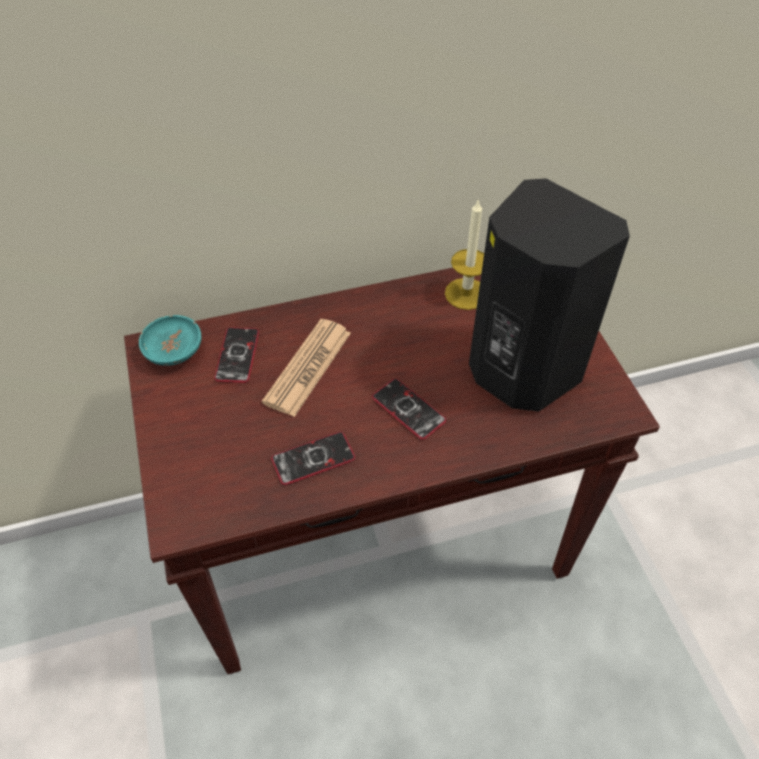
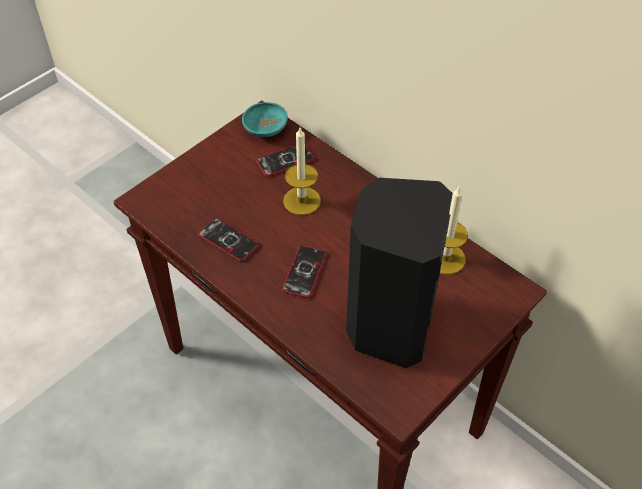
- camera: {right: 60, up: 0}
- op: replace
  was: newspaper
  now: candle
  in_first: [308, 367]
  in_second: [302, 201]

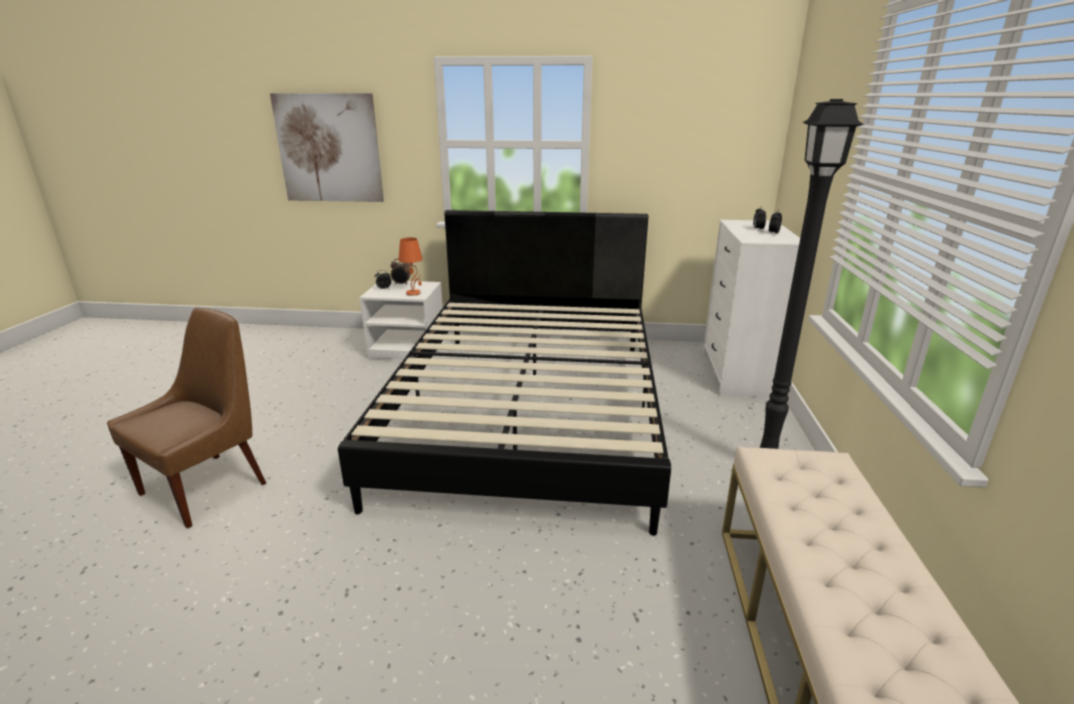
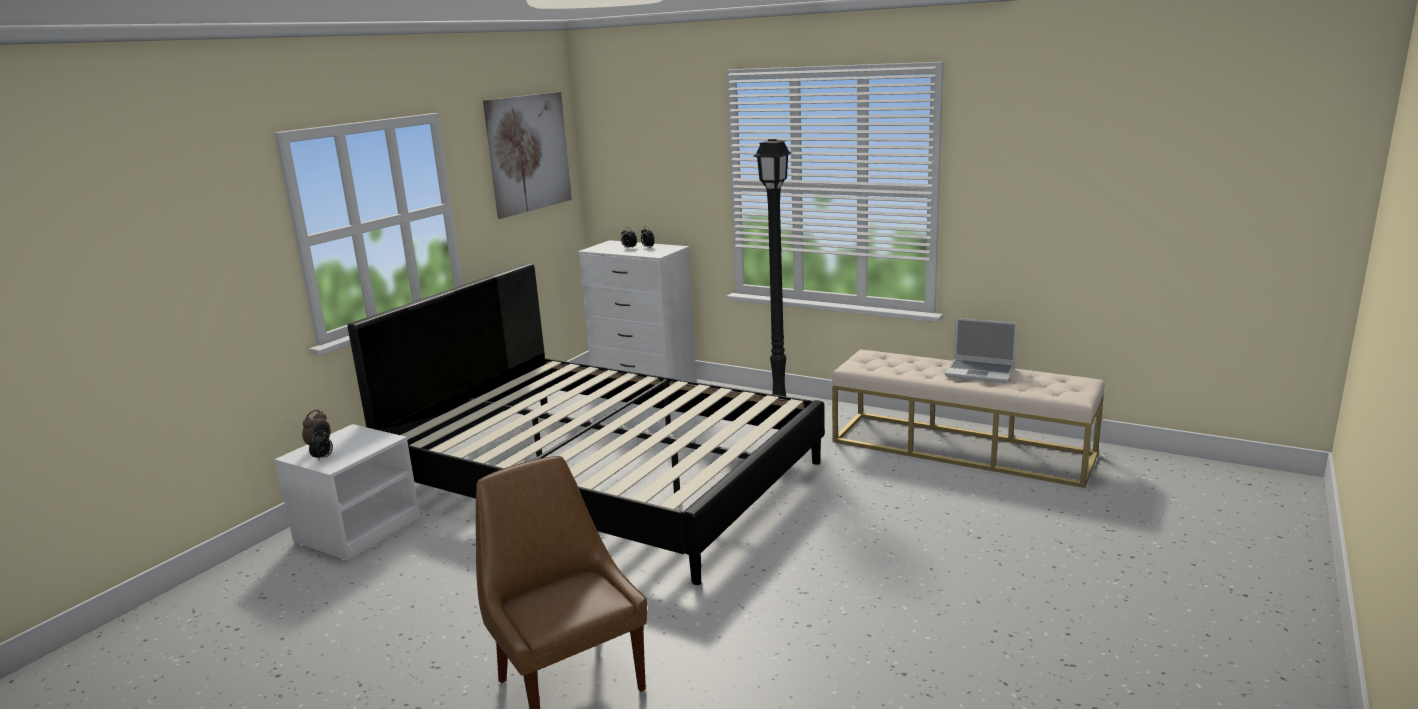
- camera: {right: -65, up: -5}
- op: delete
  was: table lamp/orange
  in_first: [414, 293]
- op: insert
  now: laptop
  in_second: [981, 372]
- op: move
  was: picture
  in_first: [329, 148]
  in_second: [528, 153]

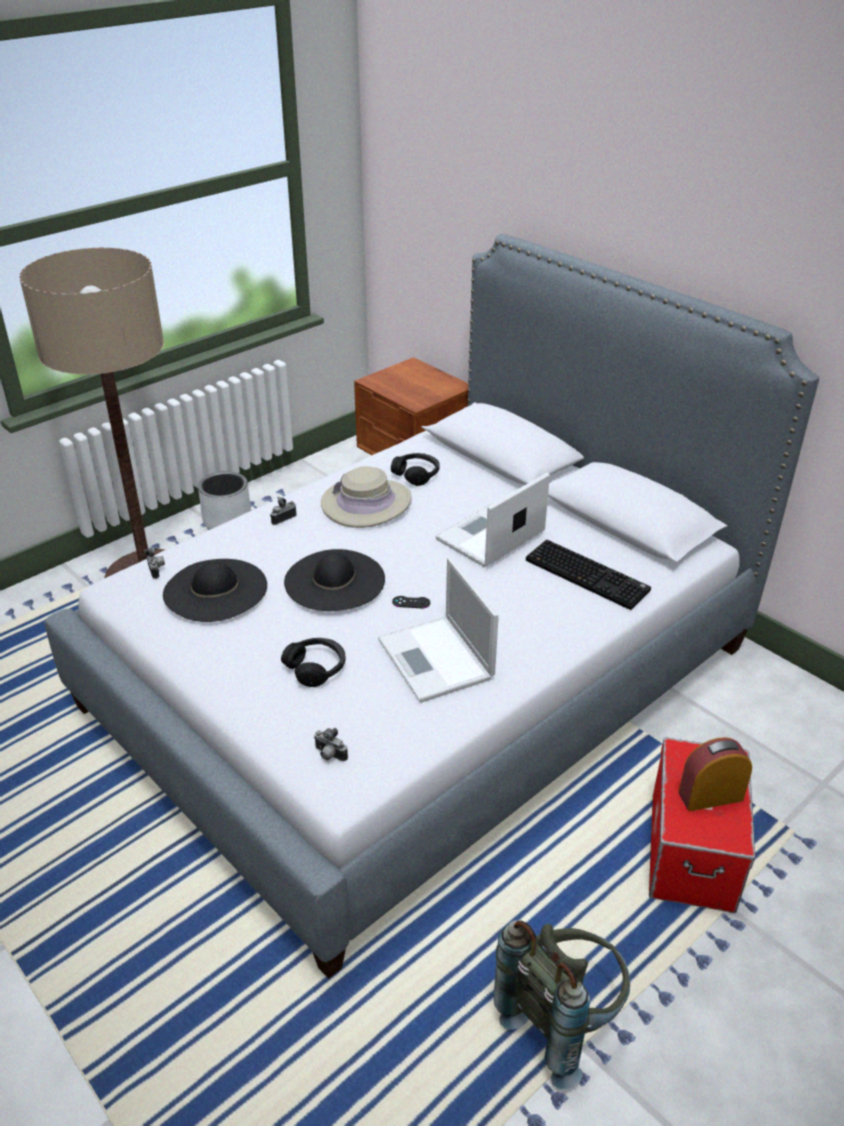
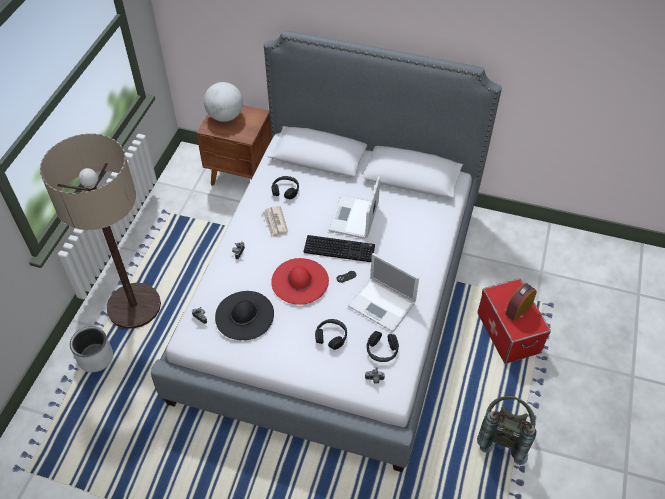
- camera: {right: -30, up: 15}
- op: insert
  now: globe
  in_second: [225, 116]
- op: insert
  now: headphones/black
  in_second: [382, 350]
- op: move
  was: planter/grey
  in_first: [227, 520]
  in_second: [95, 357]
- op: move
  was: keyboard
  in_first: [589, 575]
  in_second: [340, 248]
- op: replace
  was: hat/beige
  now: newspaper
  in_first: [366, 503]
  in_second: [275, 222]
- op: recolor
  was: hat/black
  now: hat/red
  in_first: [335, 580]
  in_second: [300, 281]

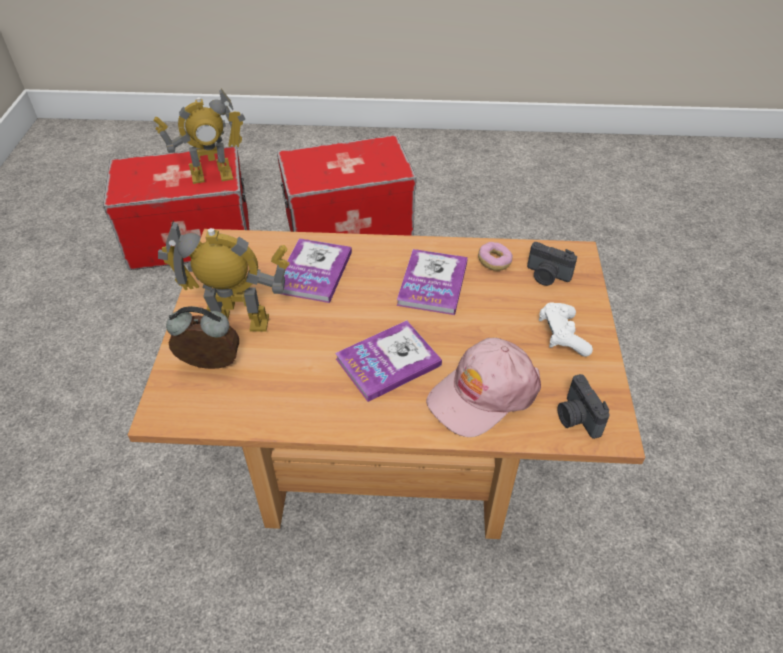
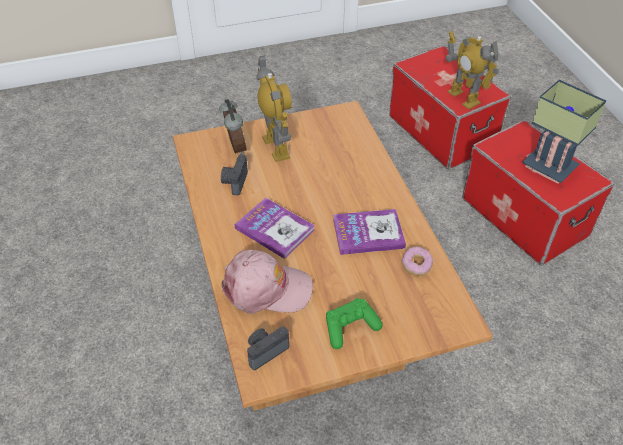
- camera: {right: 70, up: 0}
- op: delete
  was: book
  in_first: [314, 272]
- op: insert
  now: table lamp
  in_second: [552, 167]
- op: move
  was: photo camera
  in_first: [546, 276]
  in_second: [234, 182]
- op: recolor
  was: game controller/white
  now: game controller/green
  in_first: [562, 336]
  in_second: [350, 328]
- op: rotate
  was: cap/pink
  in_first: [482, 394]
  in_second: [266, 288]
  clockwise: 150

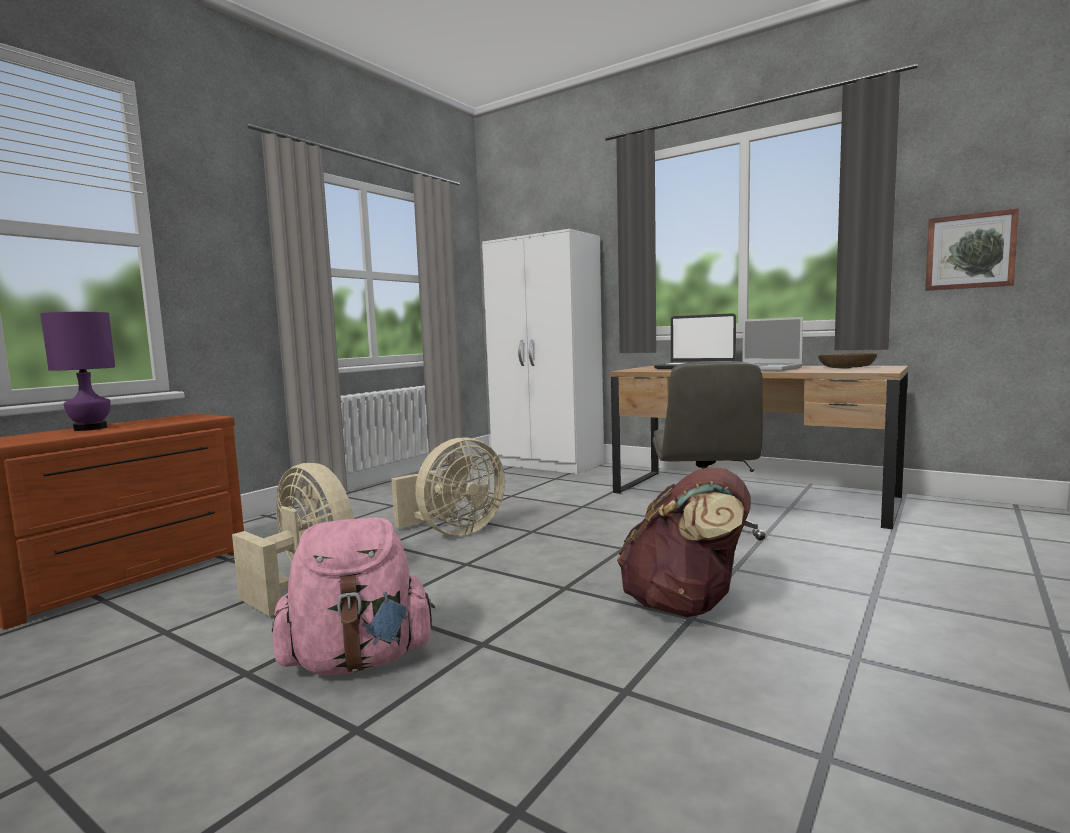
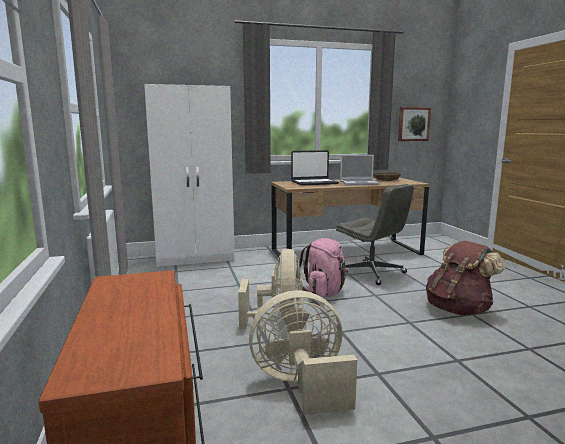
- camera: {right: -50, up: 5}
- op: delete
  was: table lamp/purple
  in_first: [90, 428]
- op: move
  was: backpack/pink
  in_first: [358, 660]
  in_second: [324, 293]

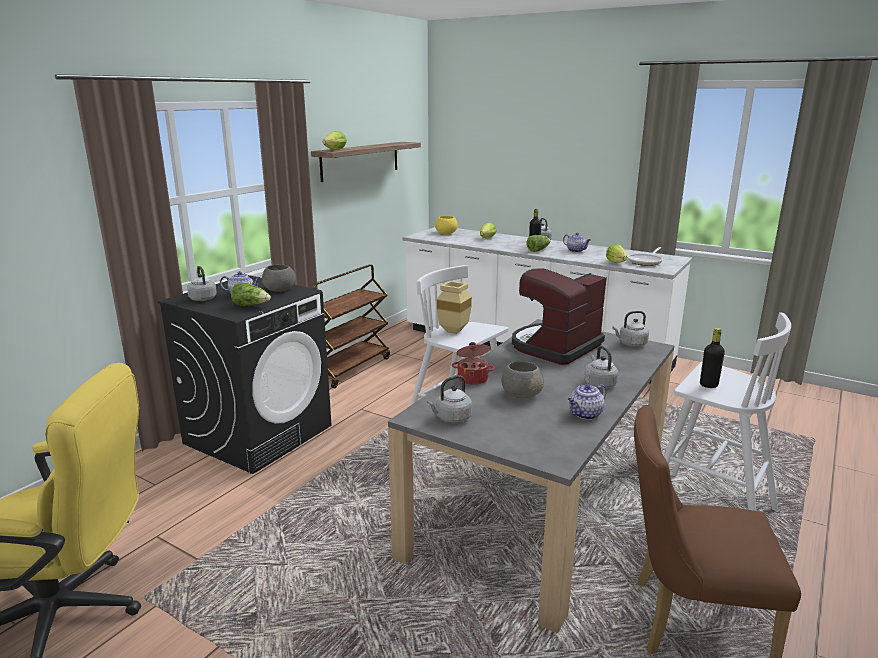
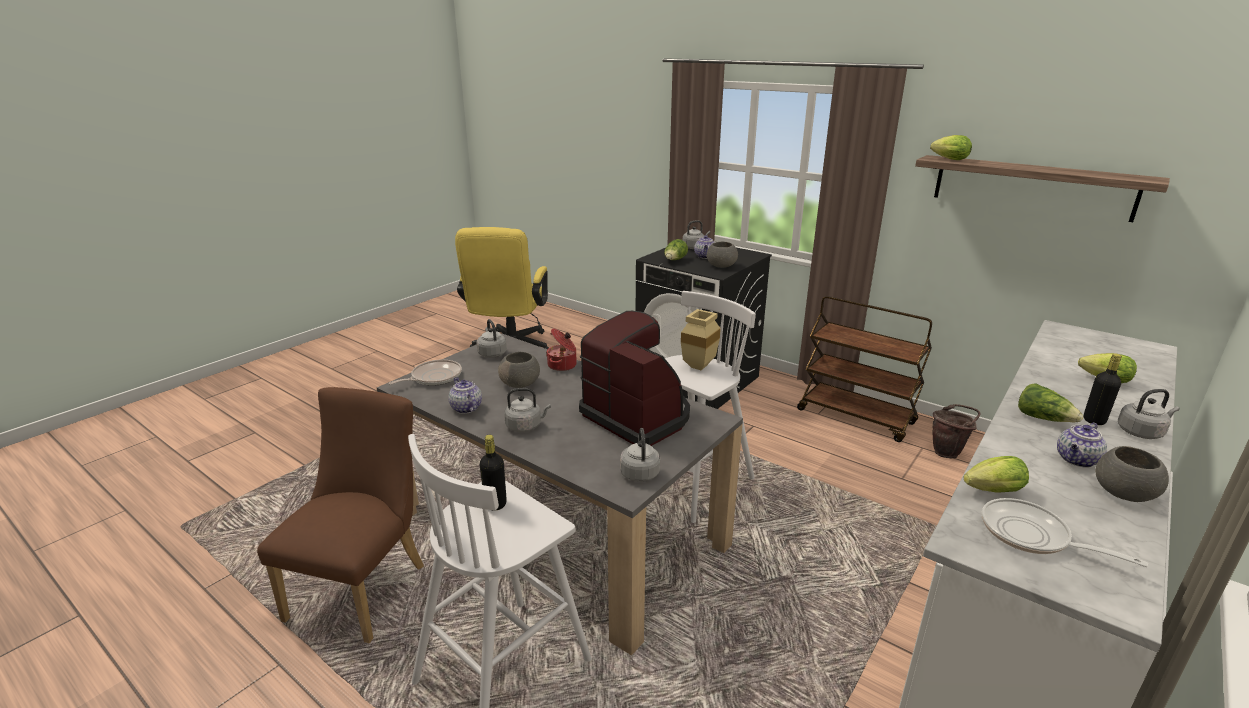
- camera: {right: 95, up: 5}
- op: delete
  was: bowl/yellow
  in_first: [446, 233]
- op: insert
  now: frying pan
  in_second: [434, 377]
- op: insert
  now: bucket/brown
  in_second: [948, 452]
- op: insert
  now: bowl/grey
  in_second: [1123, 493]

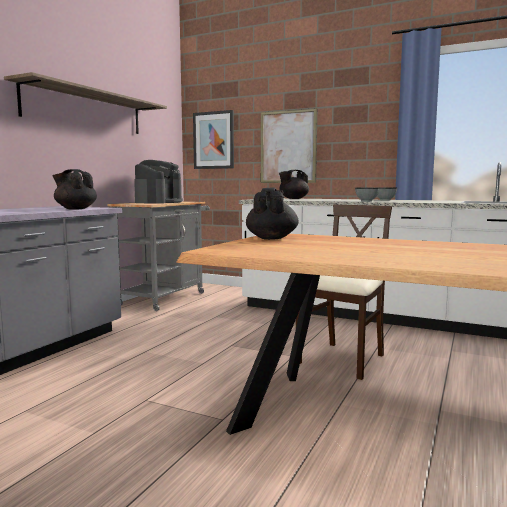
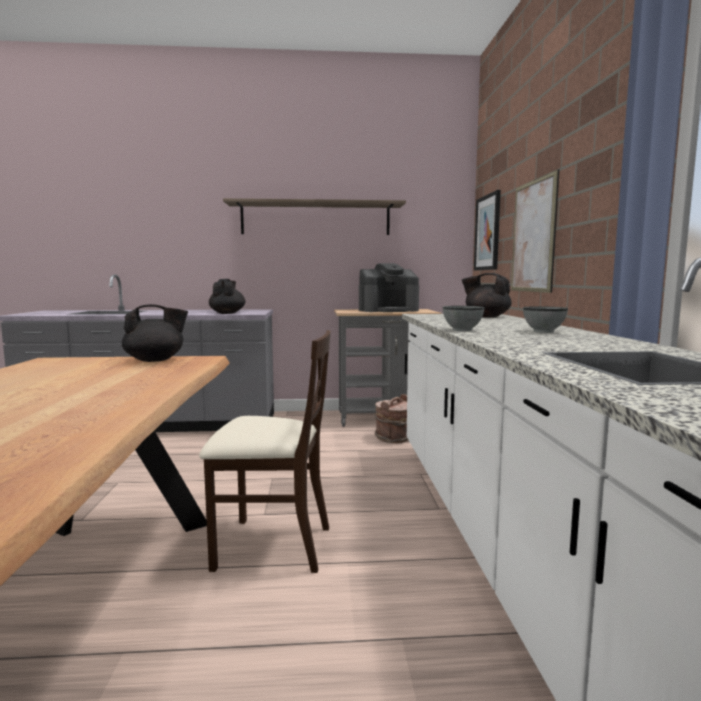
- camera: {right: 60, up: 0}
- op: insert
  now: bucket/brown
  in_second: [394, 438]

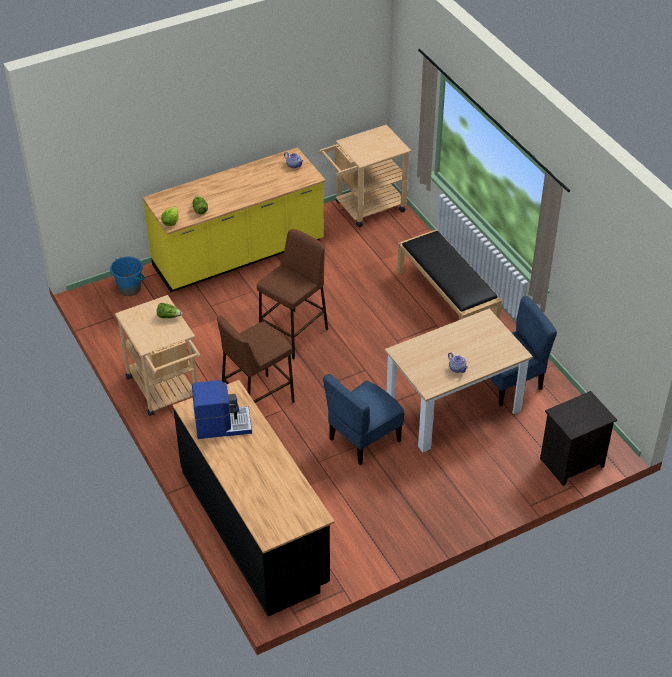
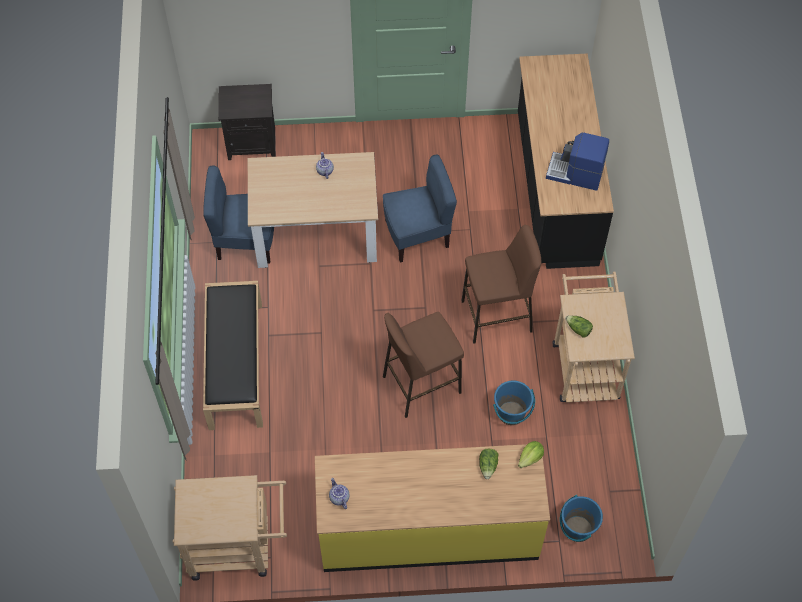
- camera: {right: -155, up: 15}
- op: insert
  now: bucket/blue
  in_second: [511, 413]

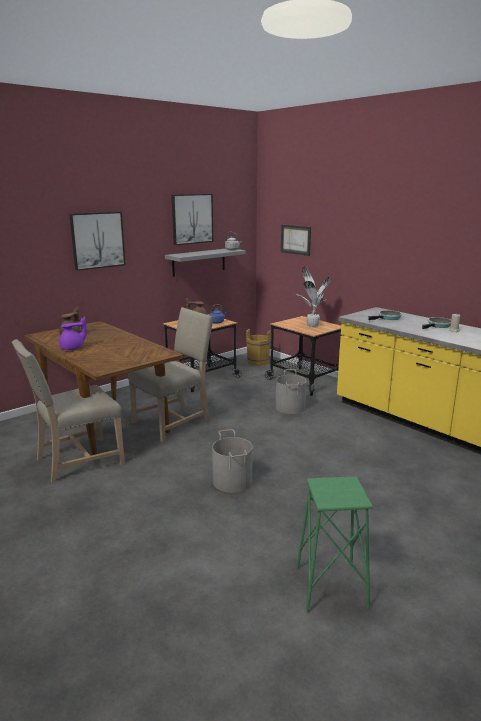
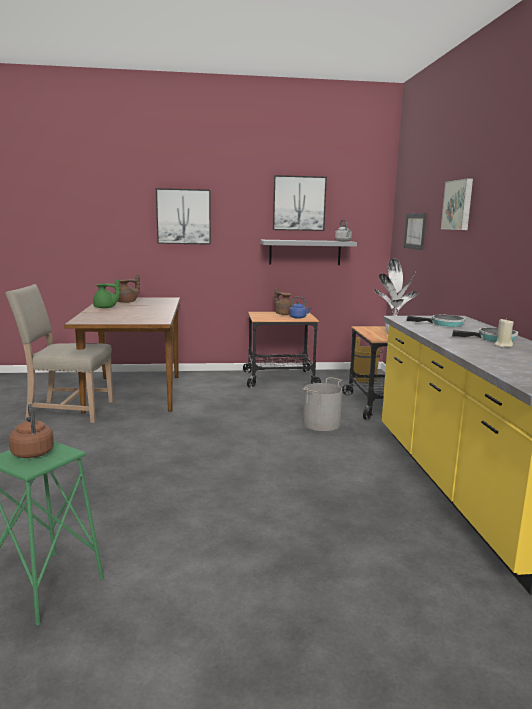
- camera: {right: 35, up: -5}
- op: delete
  was: chair/beige
  in_first: [174, 422]
- op: delete
  was: bucket/grey
  in_first: [233, 481]
- op: insert
  now: kettle/brown
  in_second: [32, 452]
- op: insert
  now: picture
  in_second: [458, 205]
- op: recolor
  was: teapot/purple
  now: teapot/green
  in_first: [73, 348]
  in_second: [105, 308]

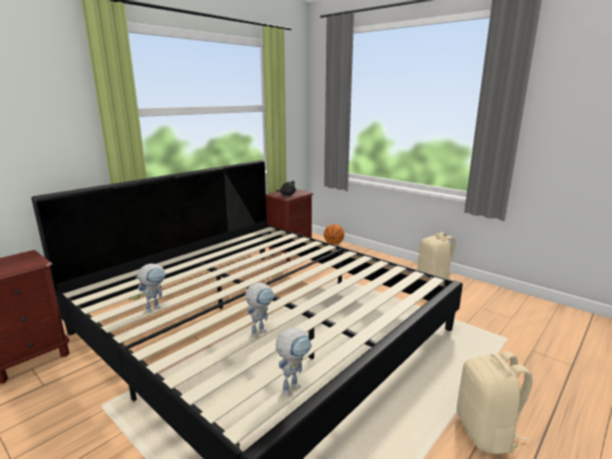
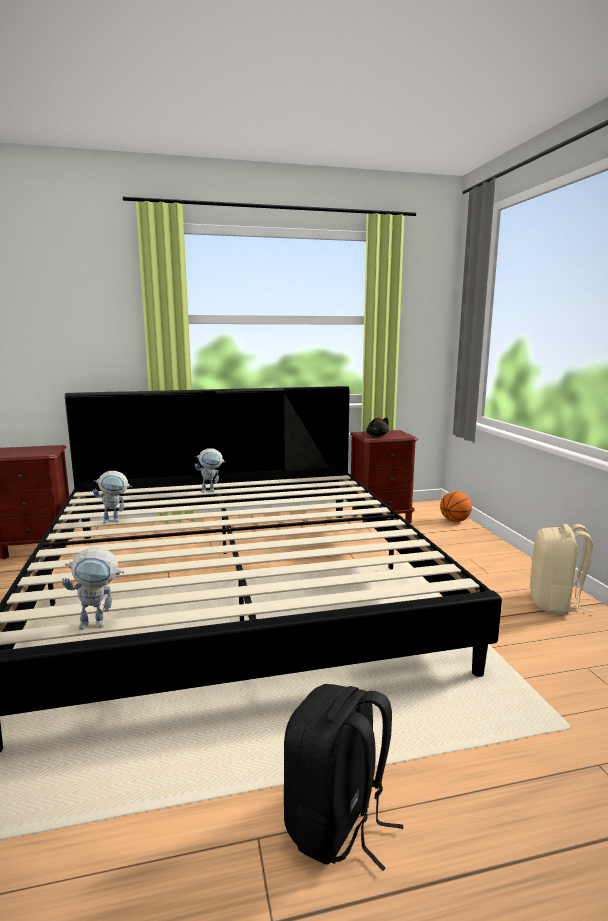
- camera: {right: 35, up: -5}
- op: move
  was: toy robot
  in_first: [261, 331]
  in_second: [211, 490]
- op: recolor
  was: backpack/beige
  now: backpack/black
  in_first: [486, 432]
  in_second: [337, 823]

